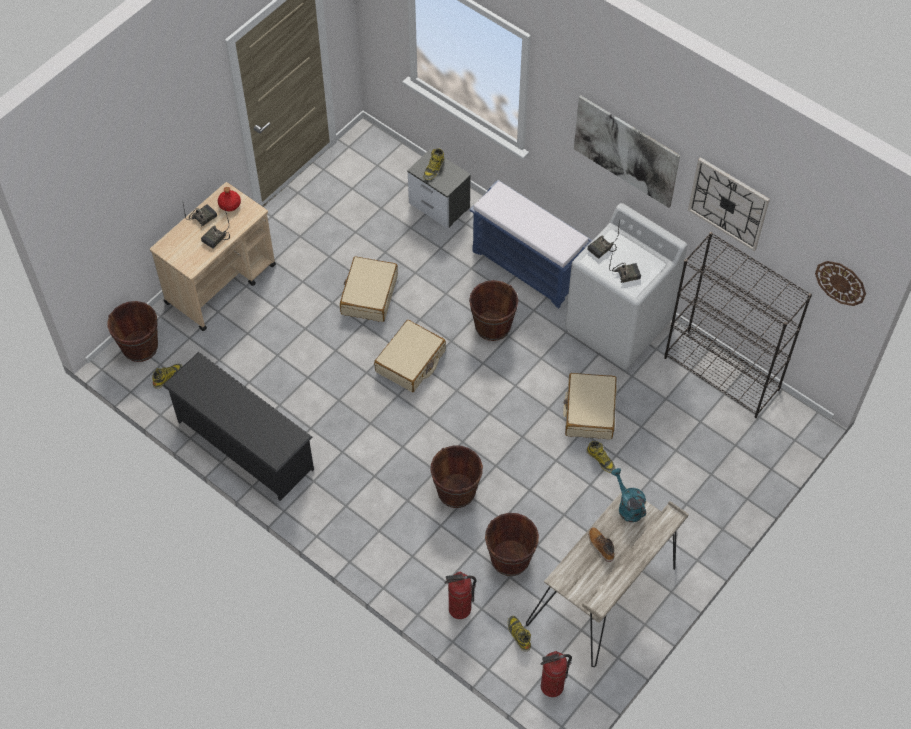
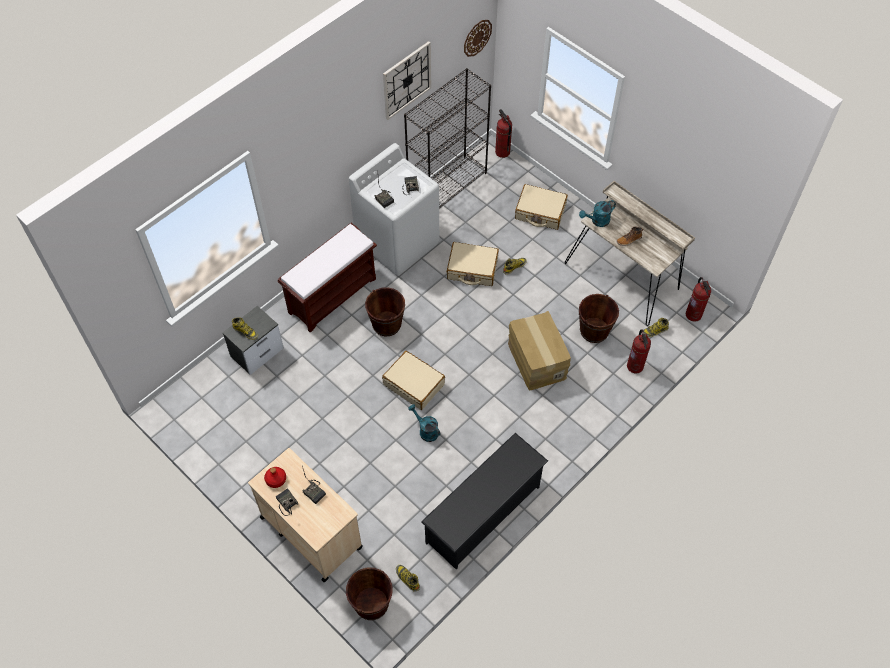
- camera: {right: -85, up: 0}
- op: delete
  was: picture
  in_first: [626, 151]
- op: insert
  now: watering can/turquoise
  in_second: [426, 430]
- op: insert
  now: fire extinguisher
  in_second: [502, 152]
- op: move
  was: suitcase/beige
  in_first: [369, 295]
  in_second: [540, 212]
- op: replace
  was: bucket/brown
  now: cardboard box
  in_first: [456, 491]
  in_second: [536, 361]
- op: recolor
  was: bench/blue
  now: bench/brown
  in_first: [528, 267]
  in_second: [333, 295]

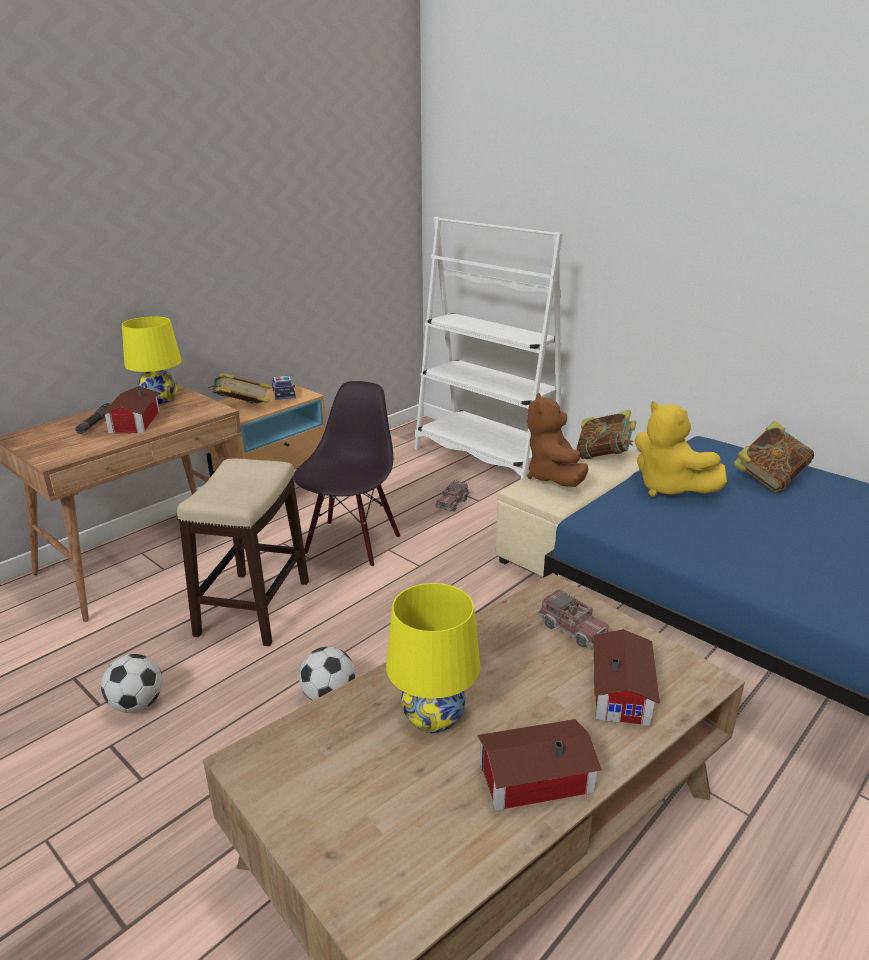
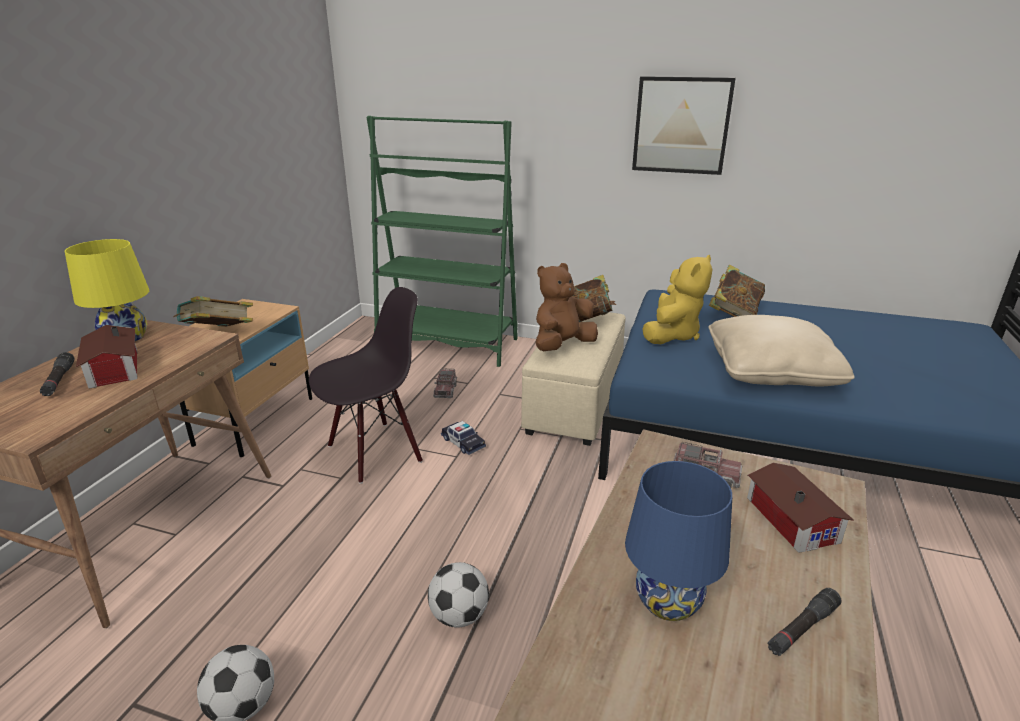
- camera: {right: -25, up: 0}
- op: delete
  was: stool
  in_first: [253, 608]
- op: insert
  now: picture
  in_second: [681, 125]
- op: insert
  now: pillow/beige
  in_second: [771, 371]
- op: move
  was: toy car
  in_first: [283, 394]
  in_second: [463, 443]
- op: replace
  was: toy house
  now: flashlight/black
  in_first: [532, 776]
  in_second: [802, 628]
- op: recolor
  was: table lamp/yellow
  now: table lamp/blue
  in_first: [432, 716]
  in_second: [667, 601]
- op: recolor
  was: bookcase/white
  now: bookcase/green
  in_first: [486, 458]
  in_second: [447, 343]
- op: rotate
  was: chair/black
  in_first: [351, 544]
  in_second: [375, 452]
  clockwise: 60
- op: rotate
  was: plush toy/brown
  in_first: [554, 478]
  in_second: [562, 346]
  clockwise: 75
- op: rotate
  was: plush toy/yellow
  in_first: [668, 488]
  in_second: [672, 335]
  clockwise: -90

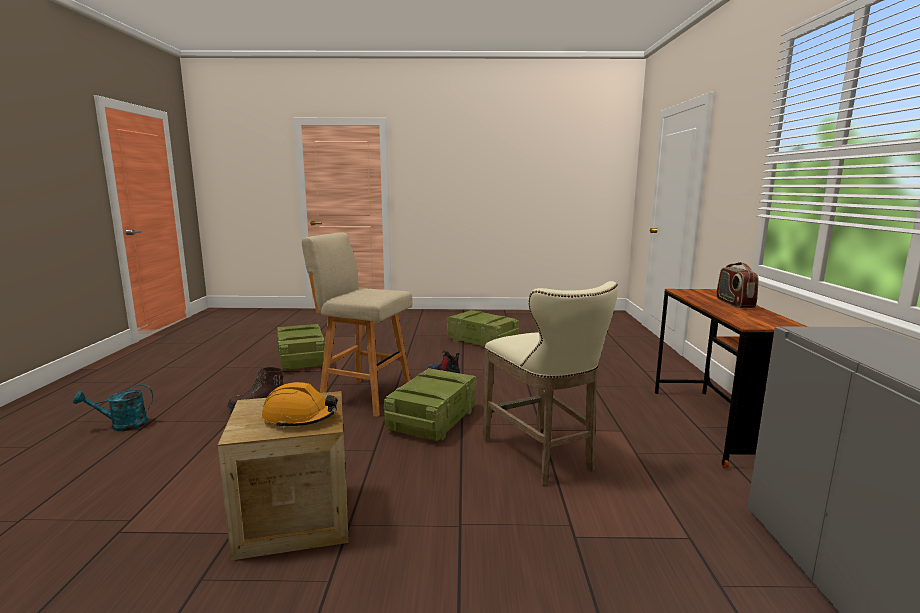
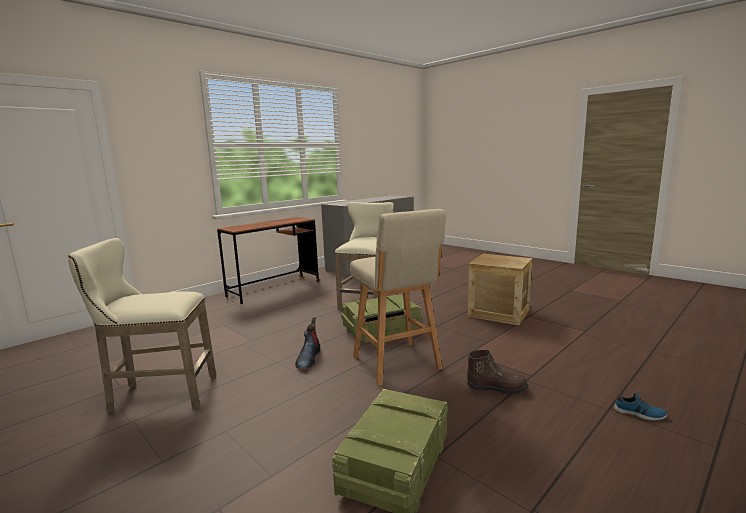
- camera: {right: -135, up: 0}
- op: delete
  was: hard hat/orange
  in_first: [299, 418]
- op: delete
  was: radio
  in_first: [734, 303]
- op: replace
  was: watering can/turquoise
  now: shoe
  in_first: [122, 425]
  in_second: [639, 414]
- op: replace
  was: crate
  now: stool/beige
  in_first: [483, 341]
  in_second: [158, 394]

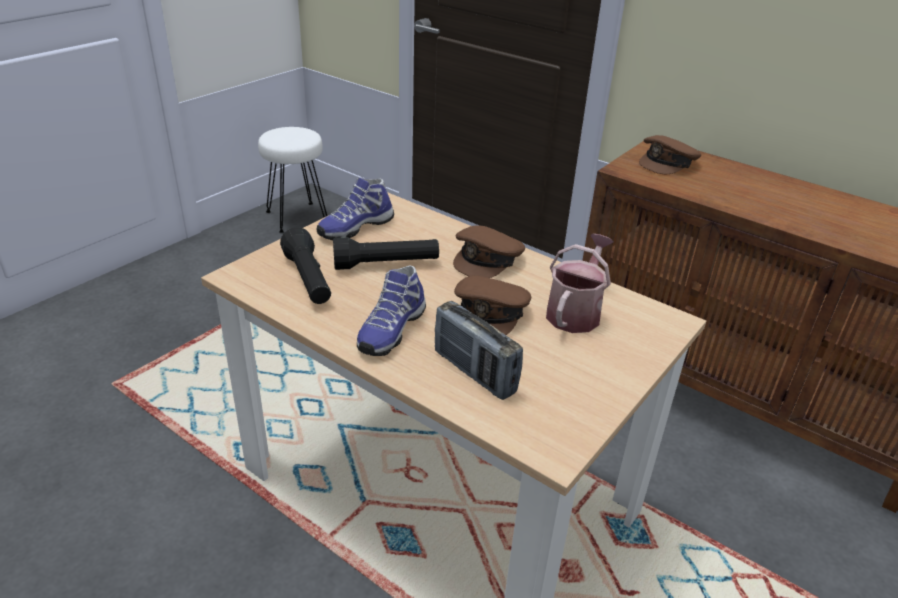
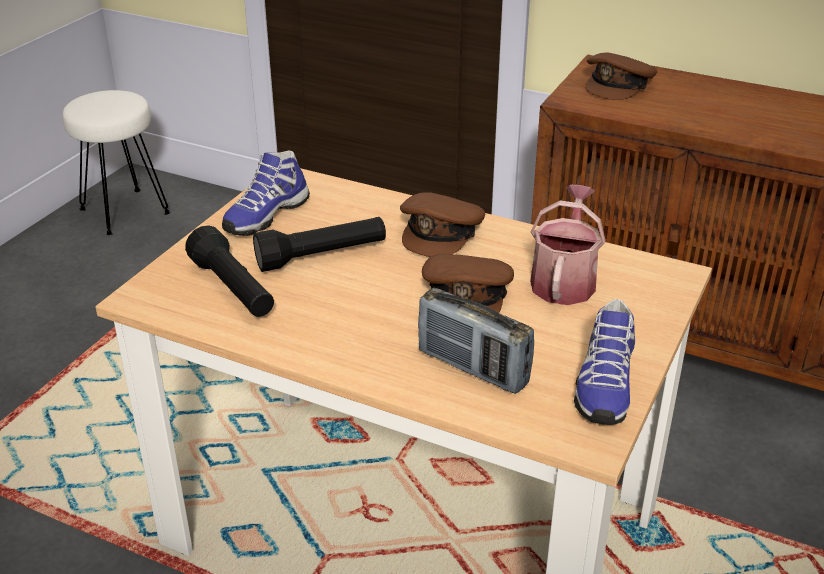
- camera: {right: -10, up: 0}
- op: move
  was: shoe
  in_first: [390, 330]
  in_second: [602, 386]

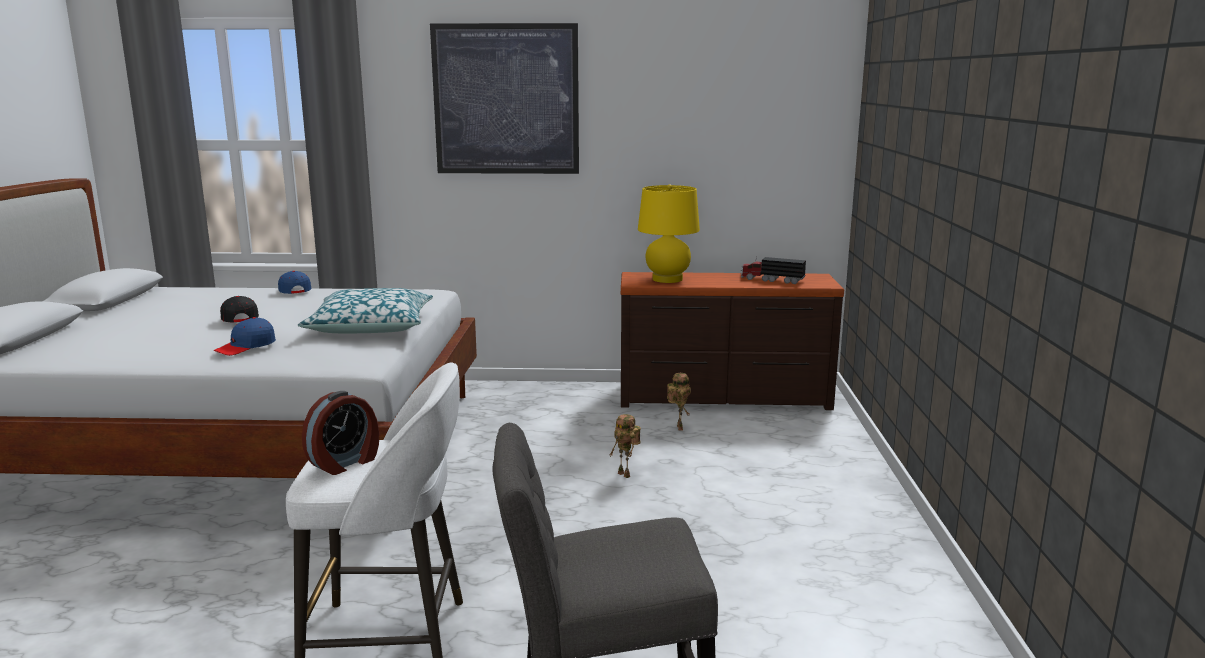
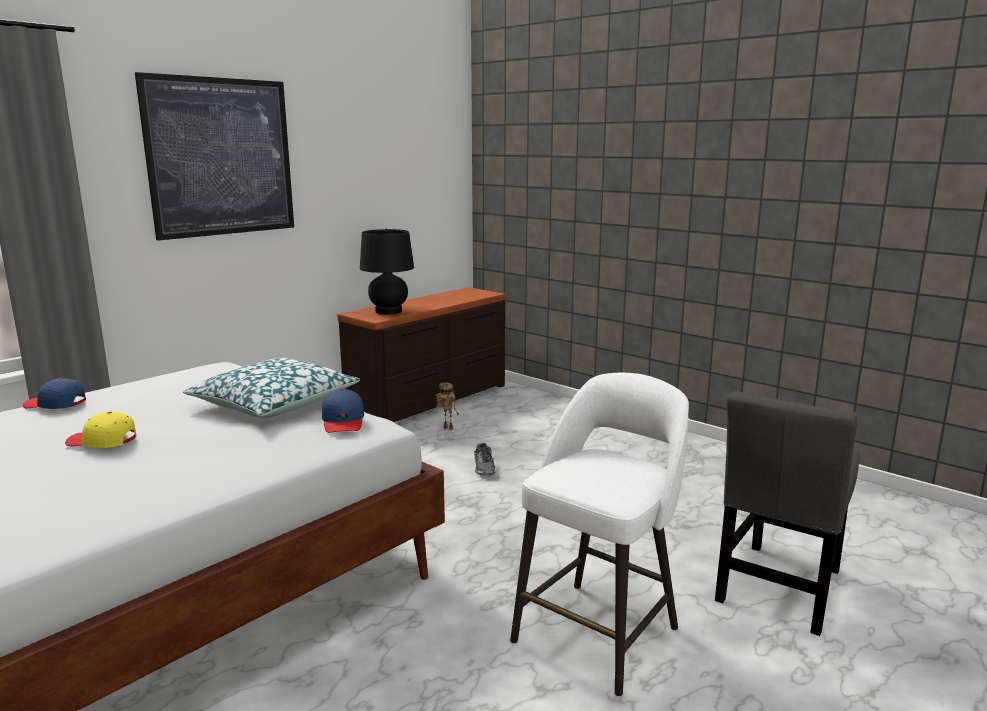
- camera: {right: -50, up: 0}
- op: delete
  was: alarm clock
  in_first: [345, 462]
- op: delete
  was: toy truck
  in_first: [771, 280]
- op: move
  was: cap/blue
  in_first: [246, 347]
  in_second: [343, 421]
- op: replace
  was: toy robot
  now: shoe
  in_first: [626, 475]
  in_second: [484, 468]
- op: recolor
  was: cap/black
  now: cap/yellow
  in_first: [239, 318]
  in_second: [102, 441]
- op: recolor
  was: table lamp/yellow
  now: table lamp/black
  in_first: [667, 279]
  in_second: [388, 311]

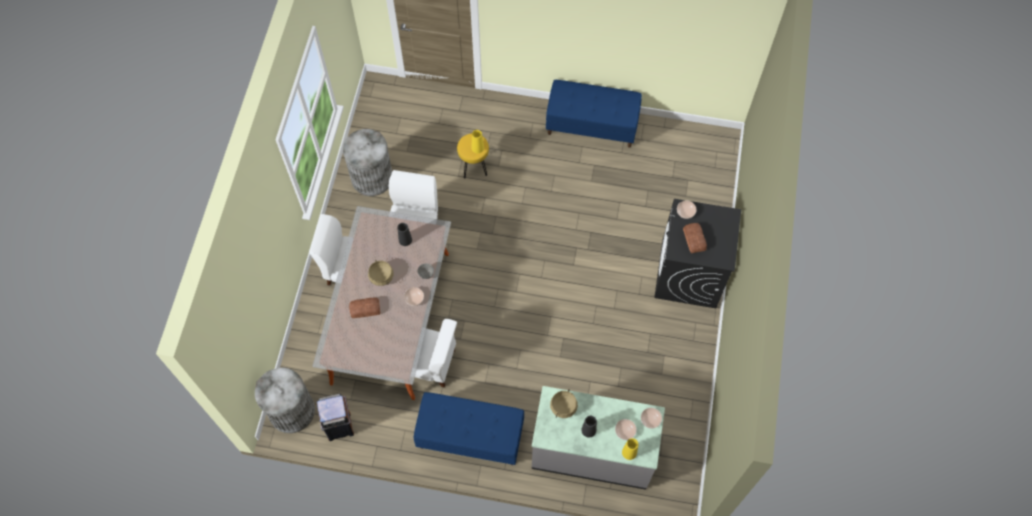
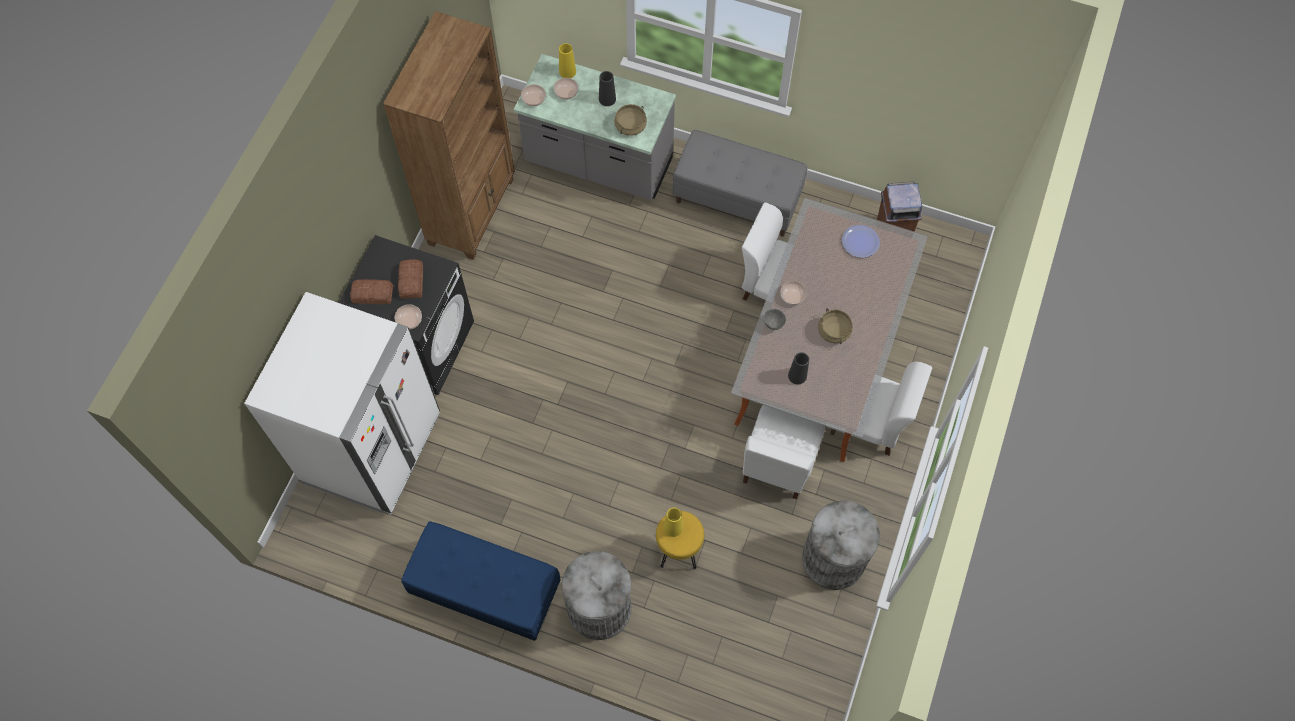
- camera: {right: -170, up: 0}
- op: insert
  now: fridge/white
  in_second: [372, 448]
- op: insert
  now: bookcase/brown
  in_second: [472, 211]
- op: insert
  now: plate
  in_second: [860, 242]
- op: move
  was: trash can/grey
  in_first: [291, 411]
  in_second: [599, 608]
- op: move
  was: bread
  in_first: [365, 309]
  in_second: [373, 295]
- op: recolor
  was: bench/blue
  now: bench/grey
  in_first: [470, 437]
  in_second: [737, 199]

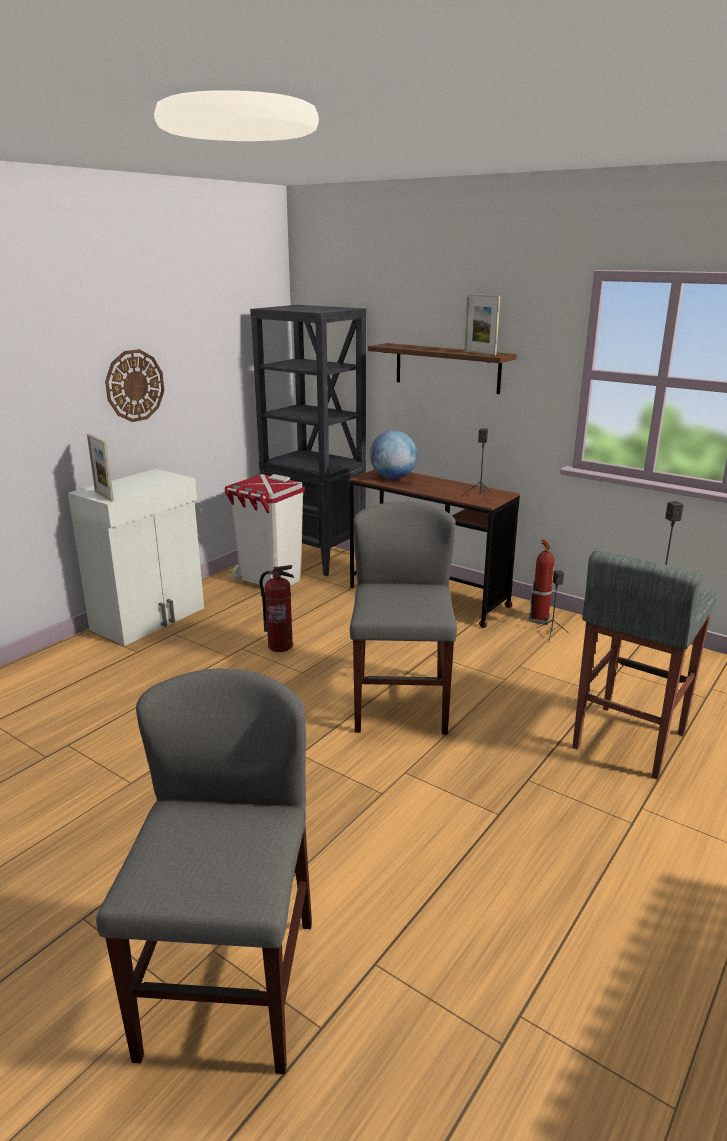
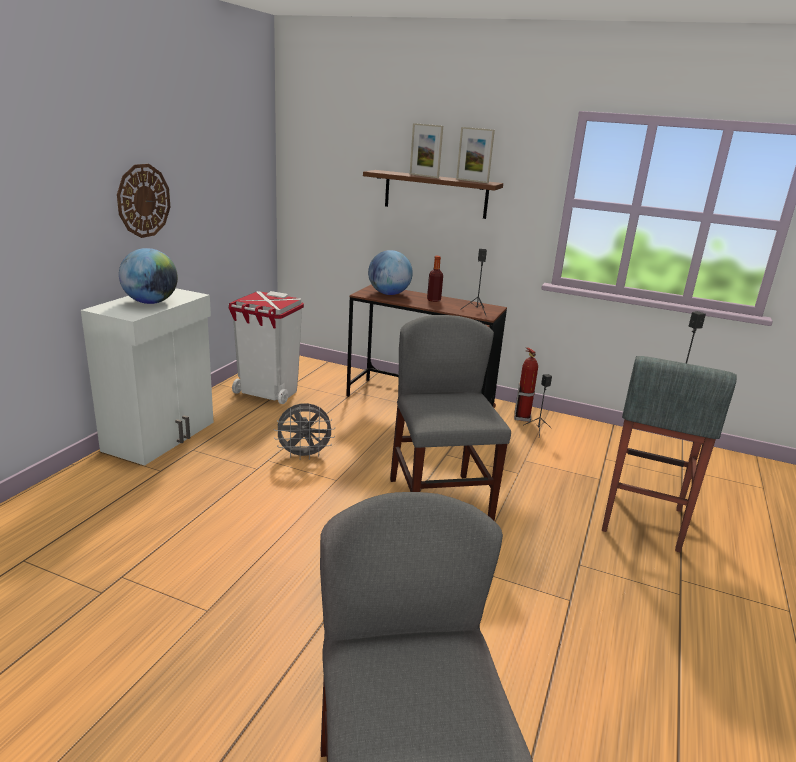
- camera: {right: -15, up: 0}
- op: delete
  was: bookcase/black
  in_first: [315, 557]
- op: insert
  now: globe
  in_second: [151, 302]
- op: insert
  now: bottle
  in_second: [433, 300]
- op: move
  was: picture frame
  in_first: [104, 496]
  in_second: [424, 176]
- op: replace
  was: fire extinguisher
  now: fan/grey
  in_first: [280, 646]
  in_second: [304, 455]

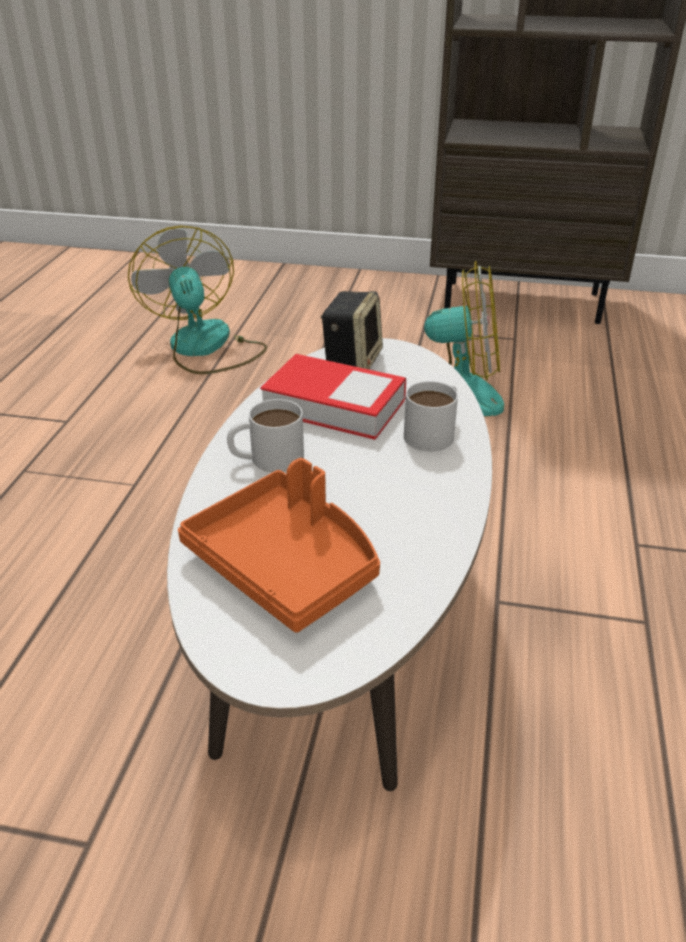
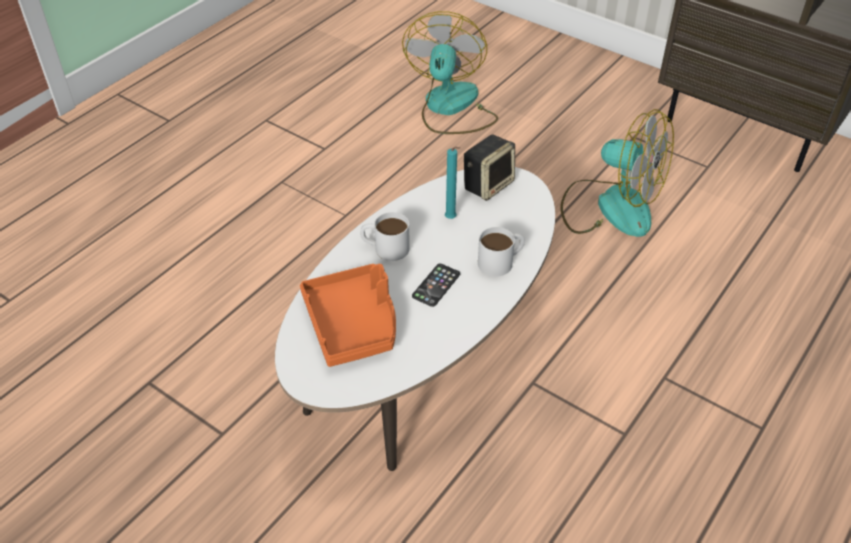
- camera: {right: 25, up: 10}
- op: insert
  now: phone
  in_second: [436, 285]
- op: replace
  was: book
  now: candle/turquoise
  in_first: [334, 405]
  in_second: [451, 219]

